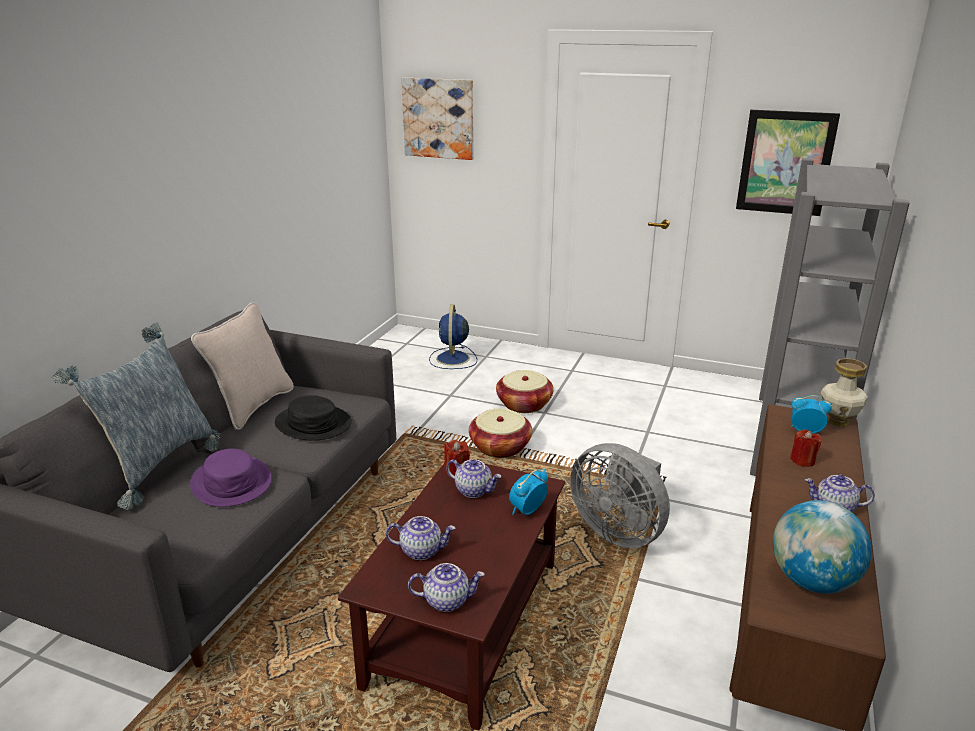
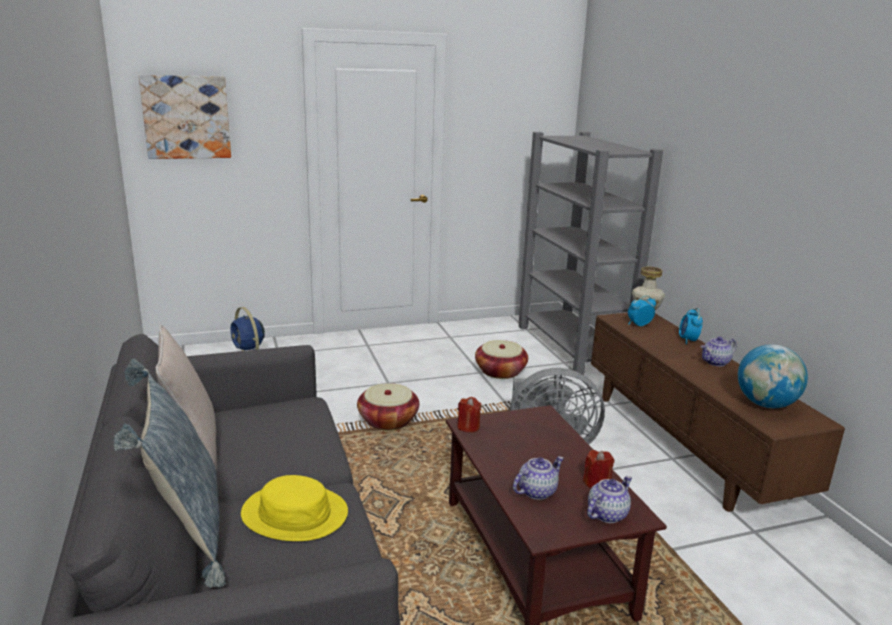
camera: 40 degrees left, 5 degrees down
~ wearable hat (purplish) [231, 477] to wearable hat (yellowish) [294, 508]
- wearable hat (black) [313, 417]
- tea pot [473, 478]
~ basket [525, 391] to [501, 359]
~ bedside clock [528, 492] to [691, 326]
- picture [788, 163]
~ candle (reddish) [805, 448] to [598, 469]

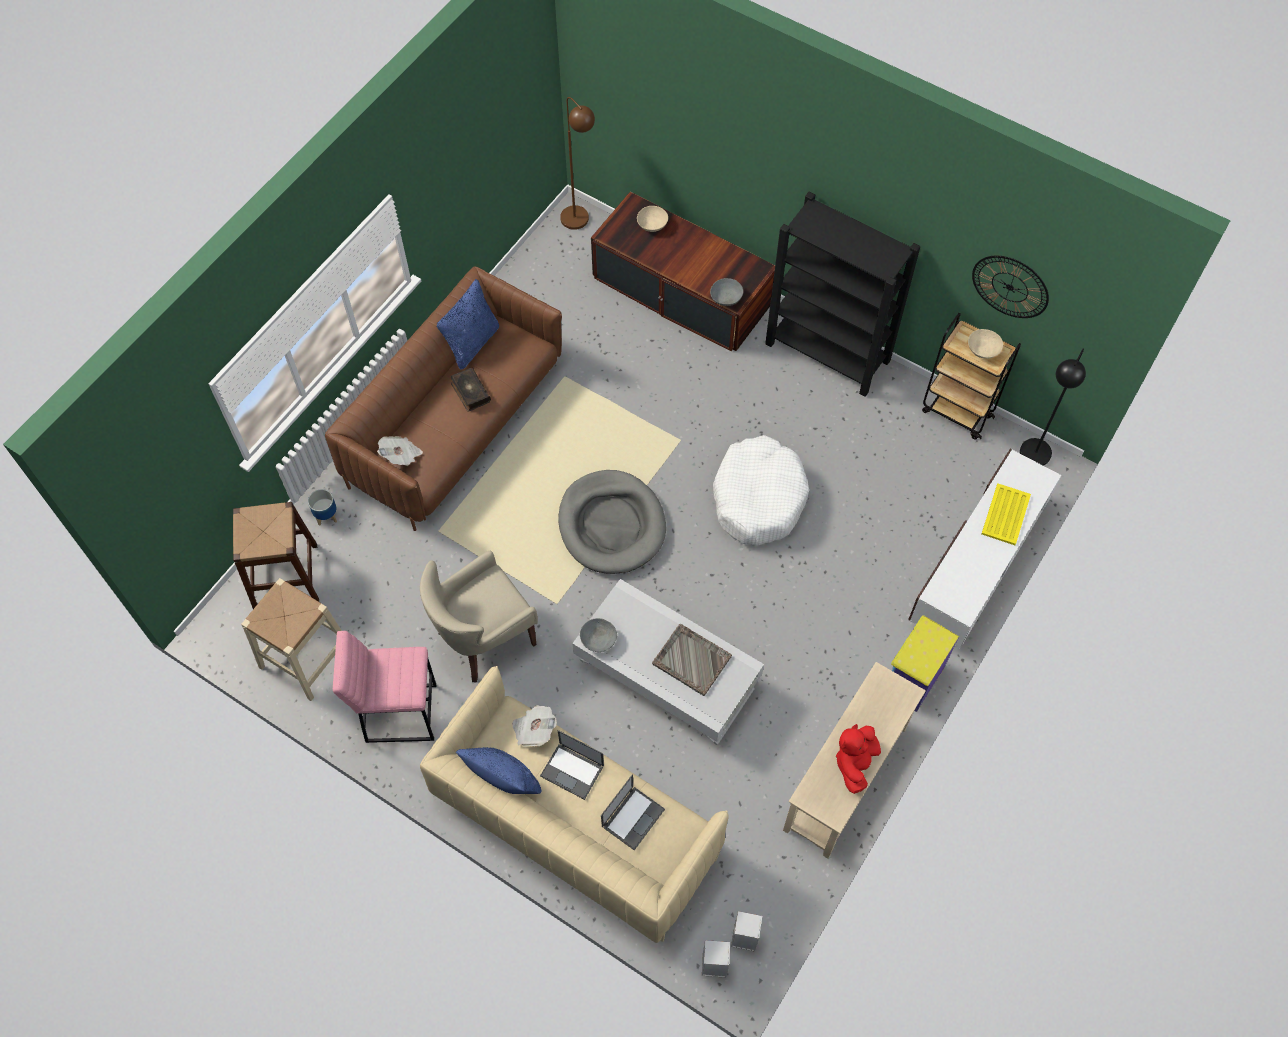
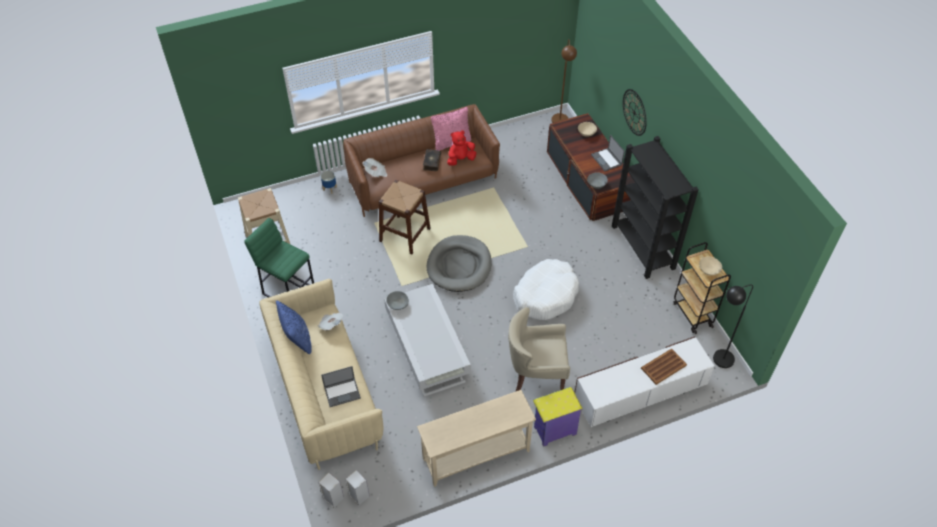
camera: 35 degrees right, 10 degrees down
~ stool seat (brown) [276, 555] to [405, 217]
~ stool seat (pinkish) [384, 686] to stool seat (greenish) [279, 258]
~ lounge chair (sand-coloured) [479, 616] to [539, 349]
~ cushion (blue) [468, 324] to cushion (pinkish) [451, 129]
~ laptop [572, 765] to [608, 153]
- carrying tray (greyish) [692, 660]
~ soft toy (reddish) [858, 759] to [461, 148]
~ hanging clock [1010, 287] to [635, 112]
~ carrying tray (yellowish) [1006, 514] to carrying tray (brown) [664, 366]

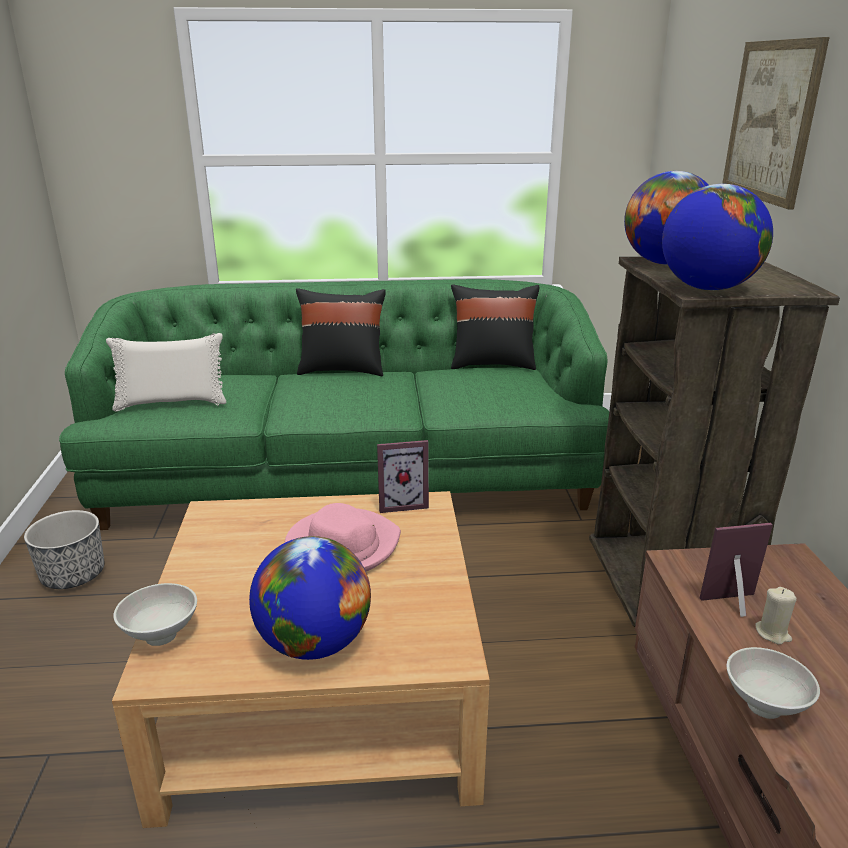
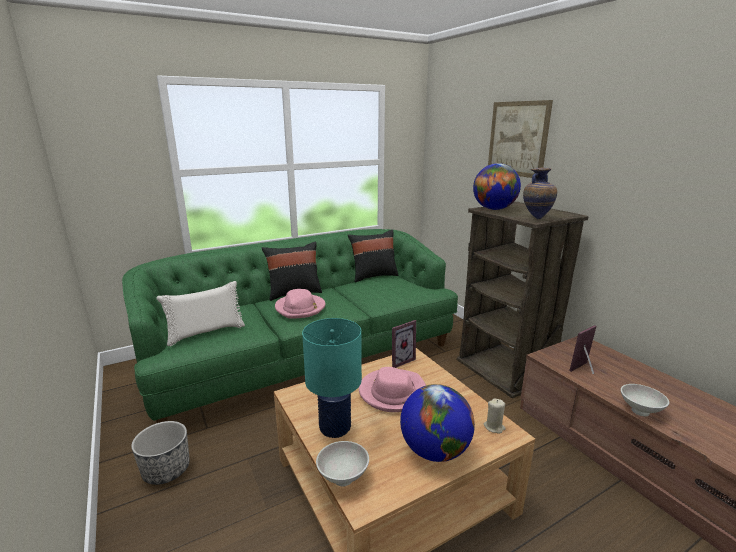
camera: 25 degrees left, 5 degrees down
~ world globe [717, 237] to decorative vase [540, 193]
~ candle (sand-coloured) [776, 616] to [495, 416]
+ wearable hat (pinkish) [300, 304]
+ tabletop lamp (blue-green) [332, 378]

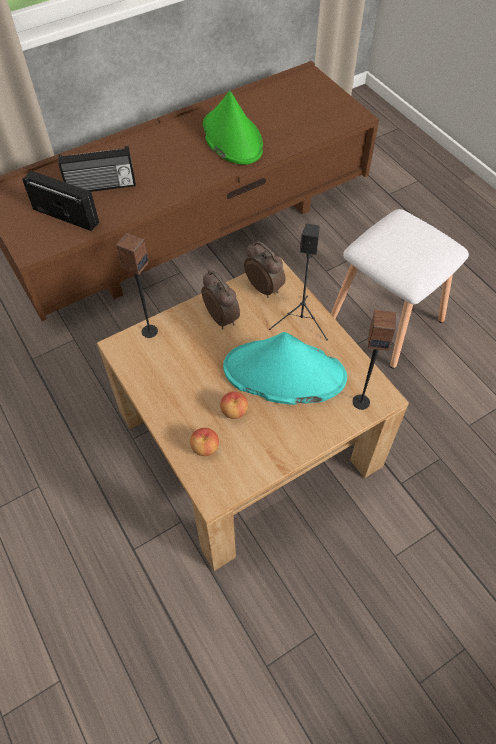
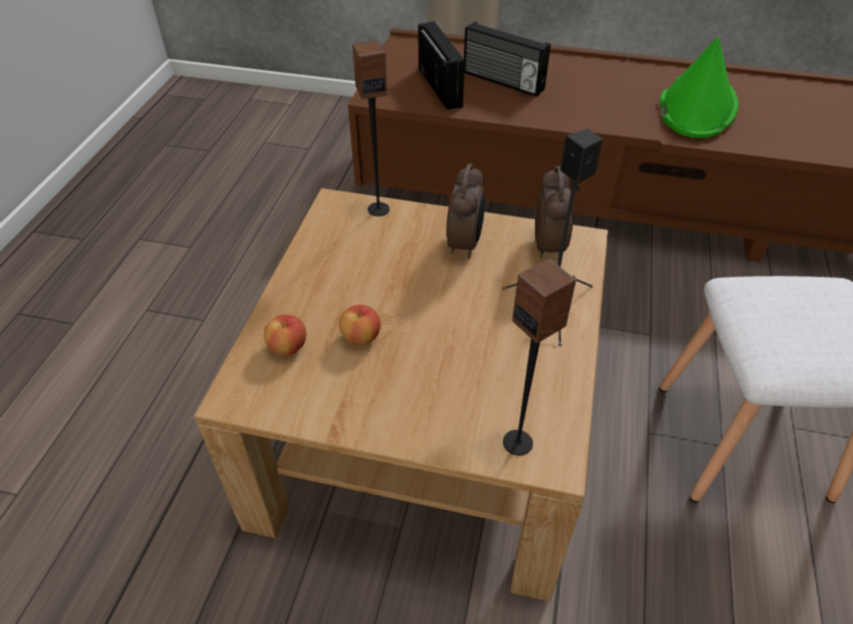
camera: 45 degrees right, 10 degrees down
- wearable hat (blue-green) [285, 368]

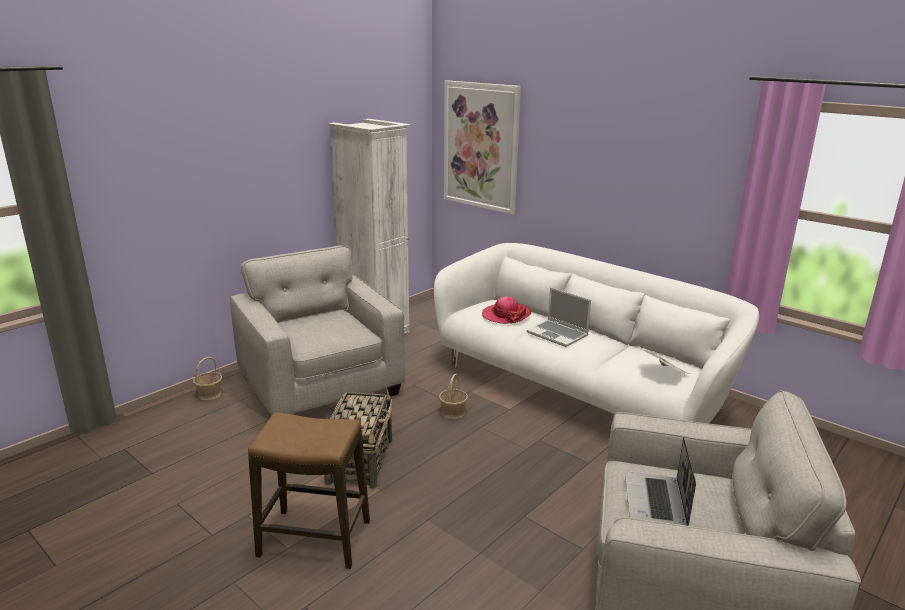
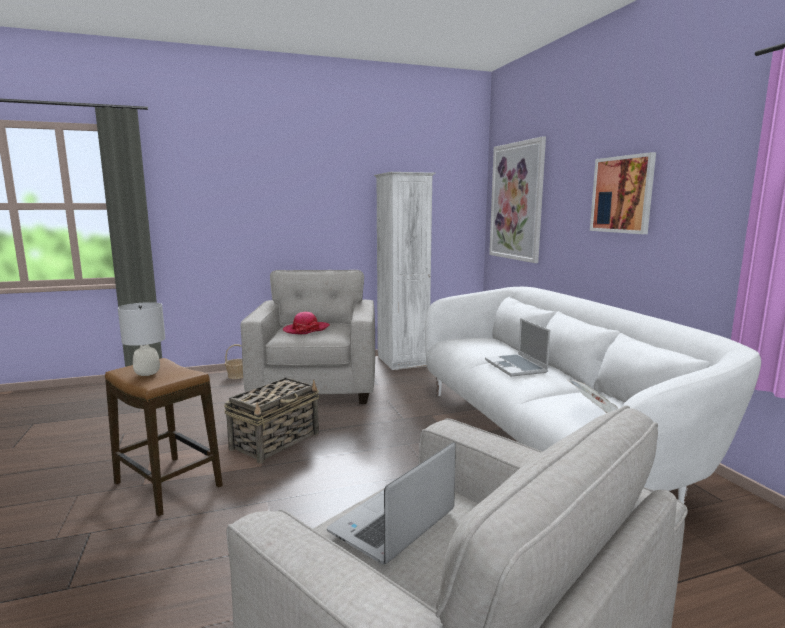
camera: 30 degrees right, 10 degrees down
- basket [453, 396]
~ wearable hat [506, 310] to [306, 323]
+ tabletop lamp (greyish) [141, 339]
+ picture [623, 193]

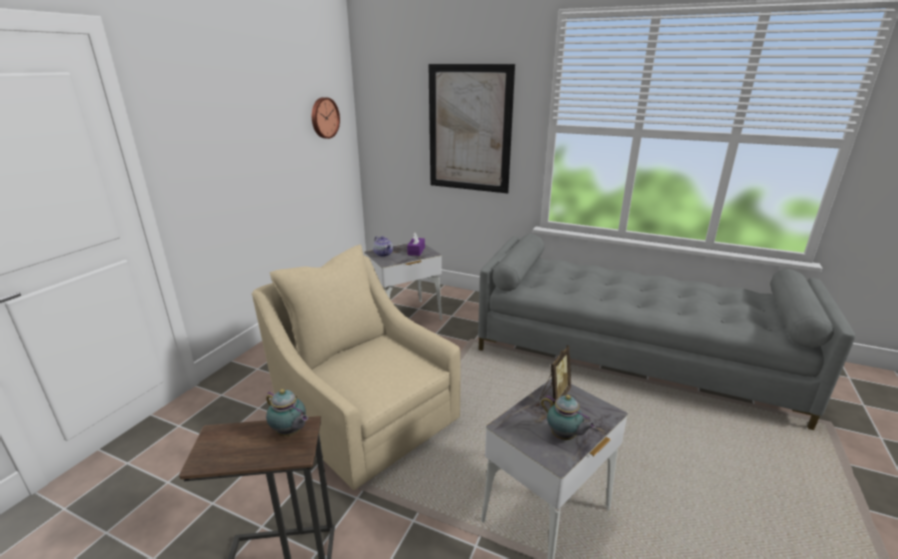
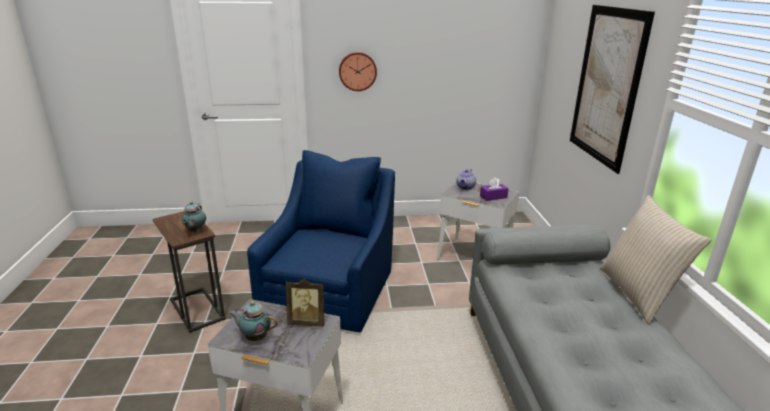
camera: 60 degrees right, 0 degrees up
~ lounge chair (sand-coloured) [356, 367] to lounge chair (blue) [321, 241]
~ hanging clock [326, 118] to [358, 71]
~ tea pot [568, 417] = [253, 321] 90 degrees clockwise
+ cushion (sand-coloured) [656, 260]

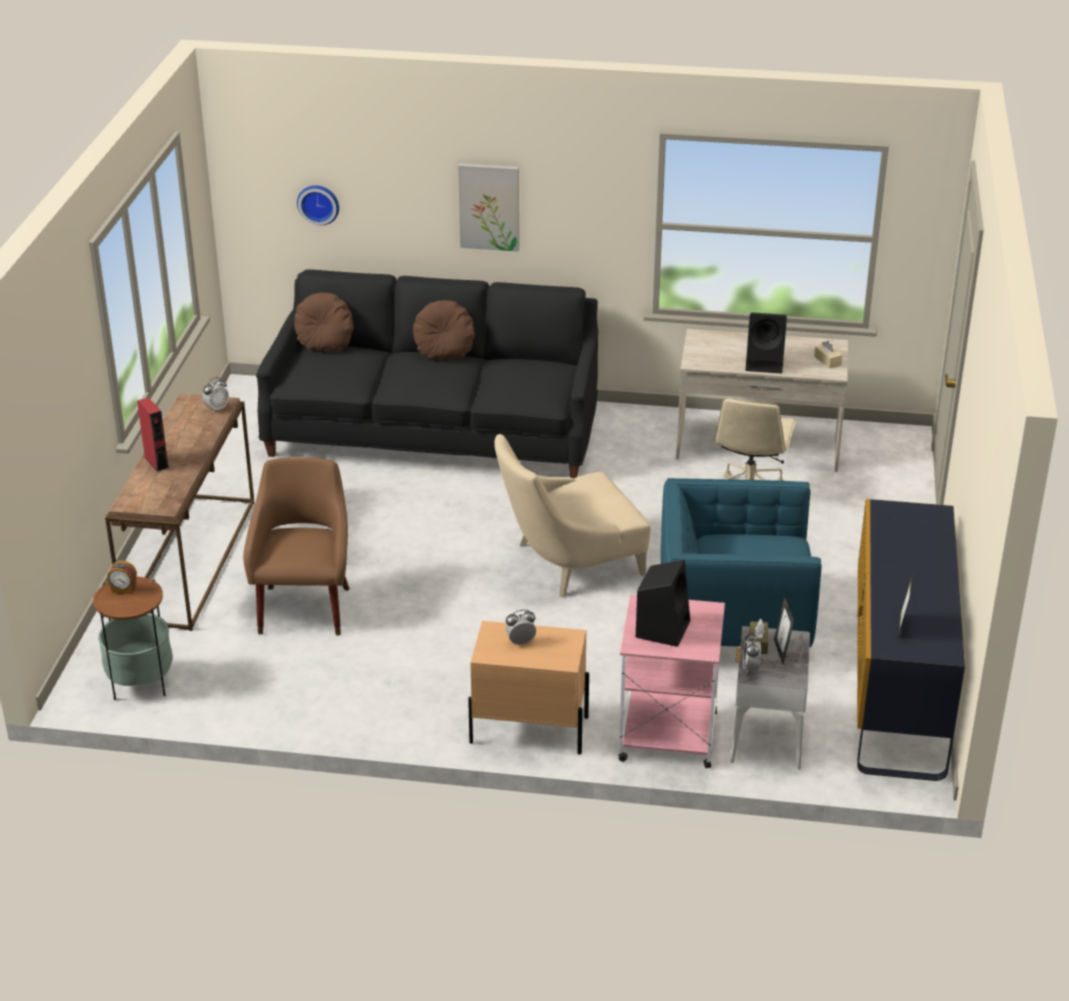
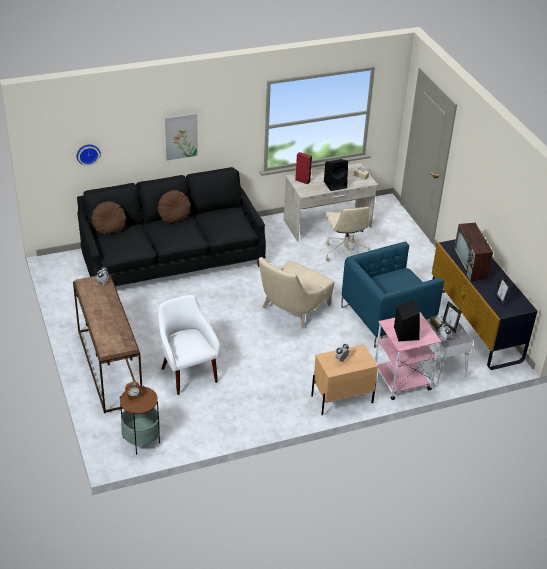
camera: 30 degrees left, 5 degrees up
~ loudspeaker (reddish) [153, 434] to [303, 168]
~ lounge chair (brown) [296, 546] to lounge chair (white-coloured) [189, 345]
+ television [473, 252]

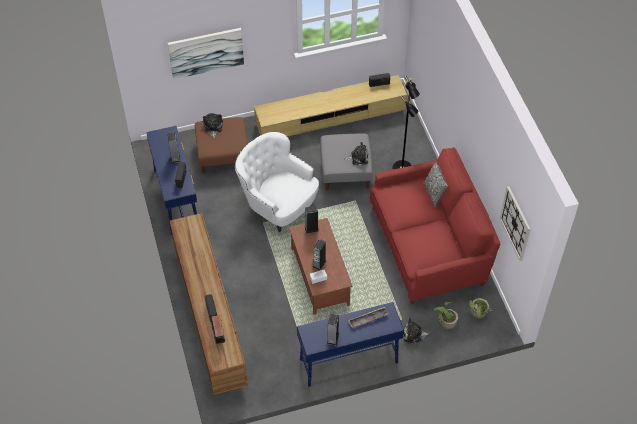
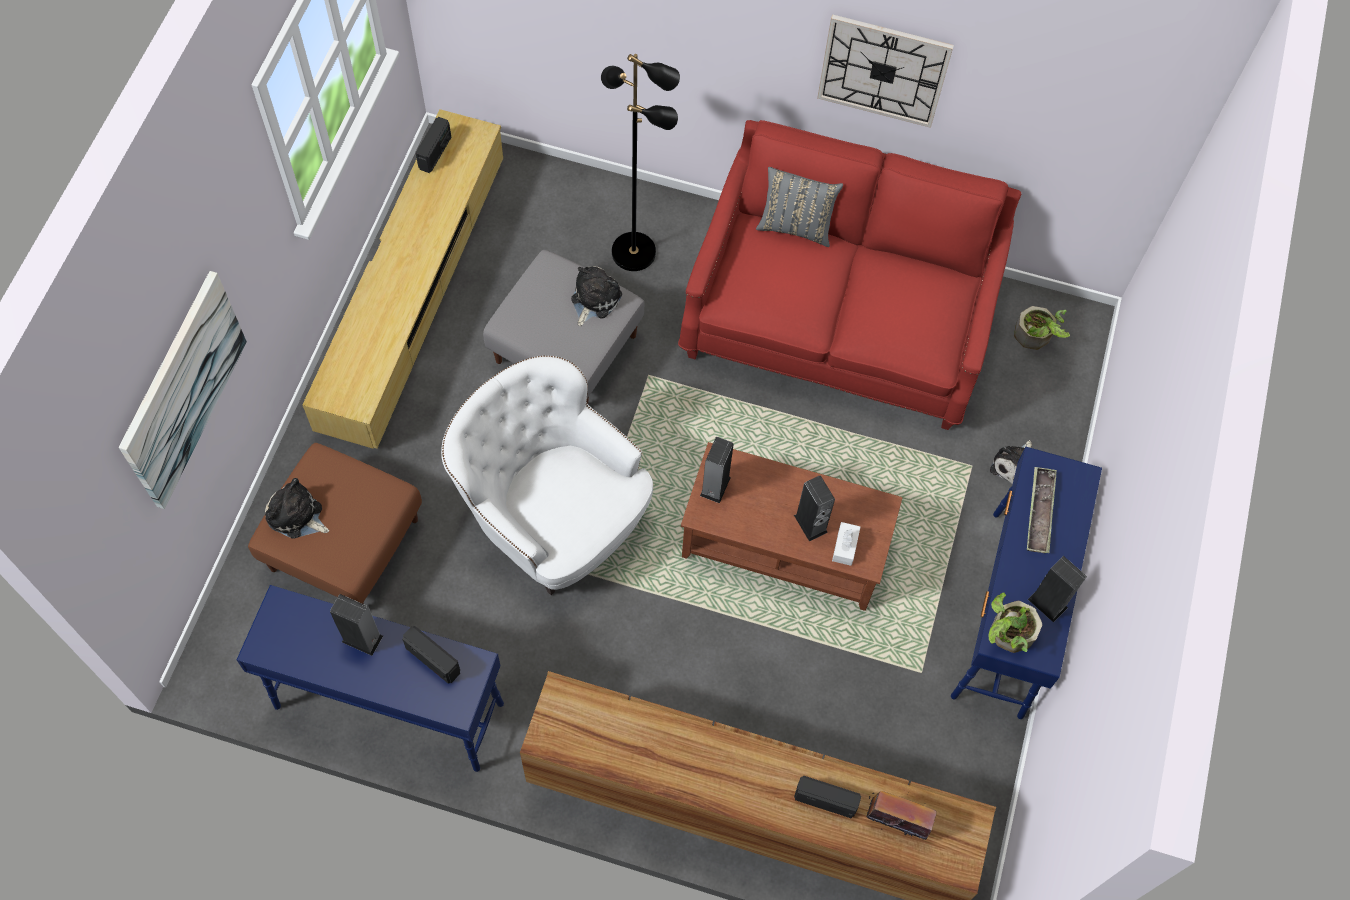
camera: 60 degrees left, 10 degrees up
~ lounge chair (white-coloured) [277, 182] = [547, 475] 60 degrees clockwise
~ plant in a pot [446, 315] to [1015, 622]
~ hanging clock [515, 223] to [885, 71]

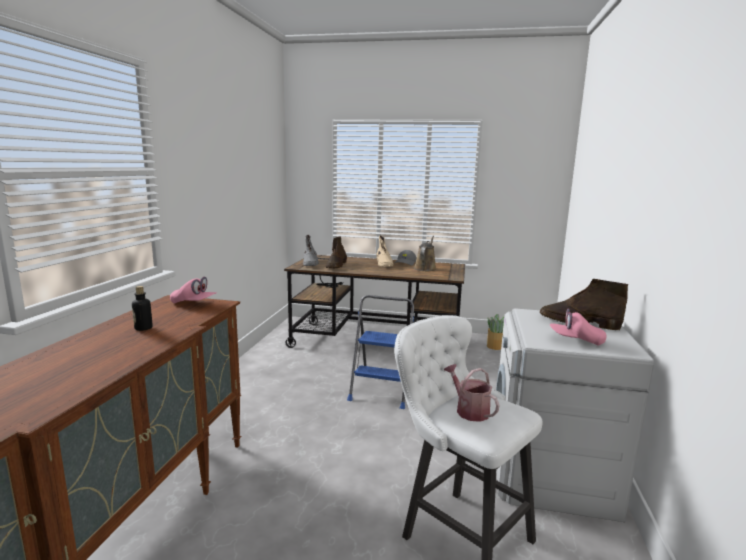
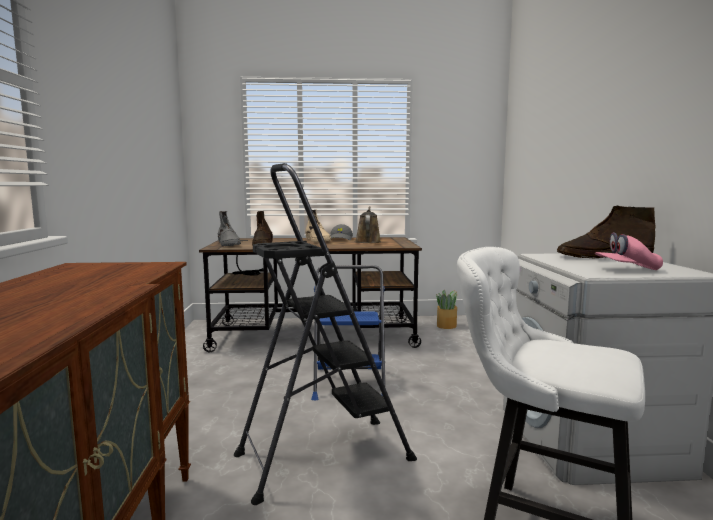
camera: 15 degrees left, 5 degrees down
- bottle [142, 308]
- cap (pinkish) [193, 290]
- watering pot [472, 393]
+ step ladder [325, 334]

